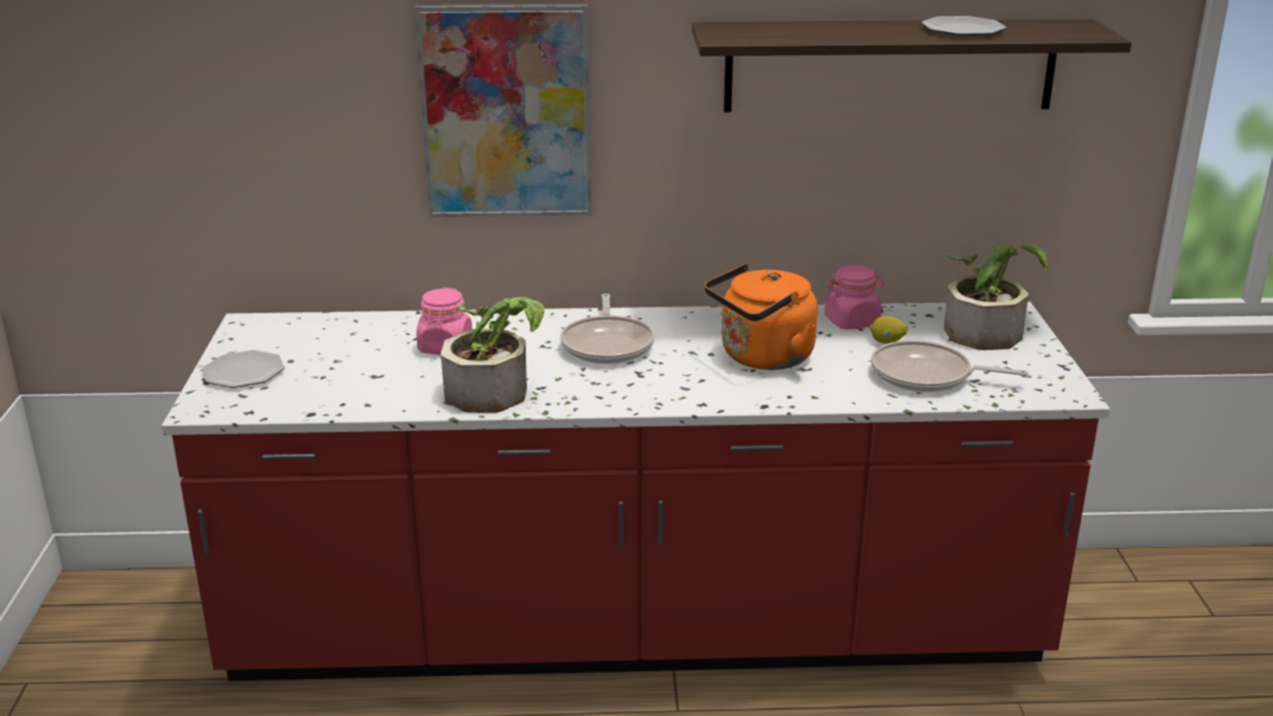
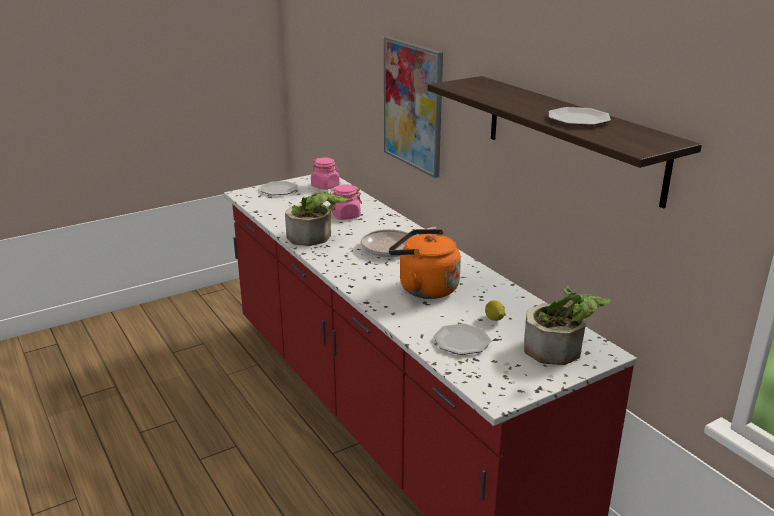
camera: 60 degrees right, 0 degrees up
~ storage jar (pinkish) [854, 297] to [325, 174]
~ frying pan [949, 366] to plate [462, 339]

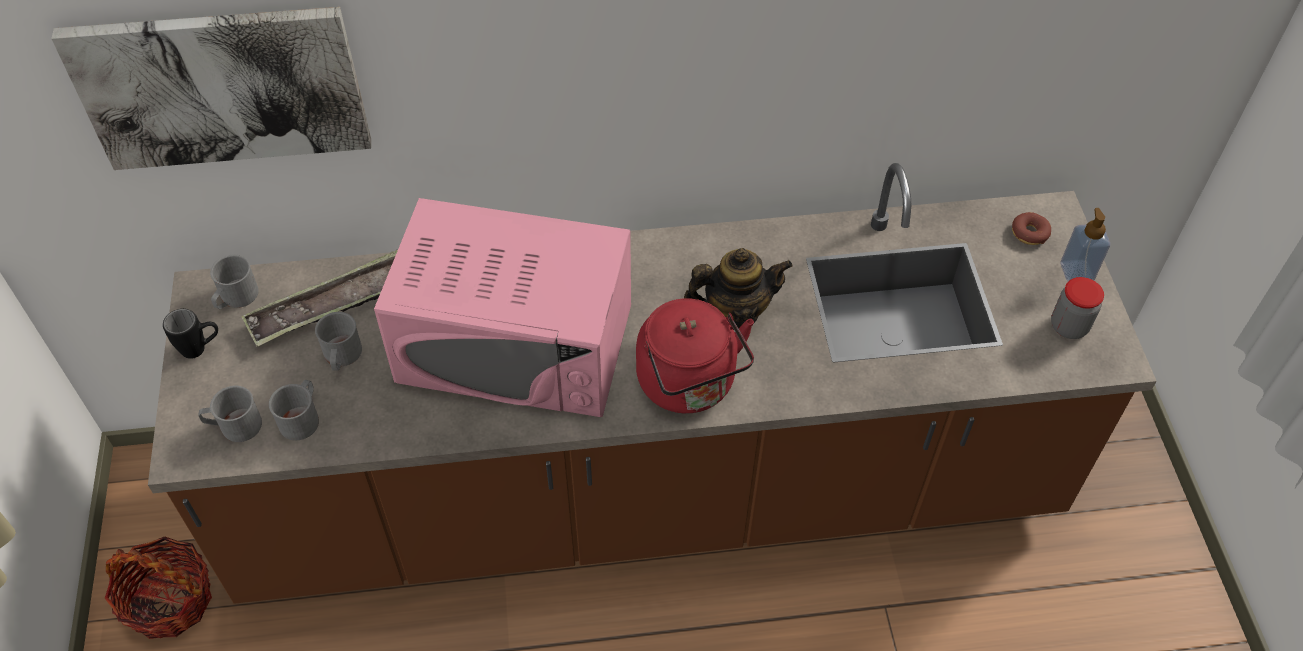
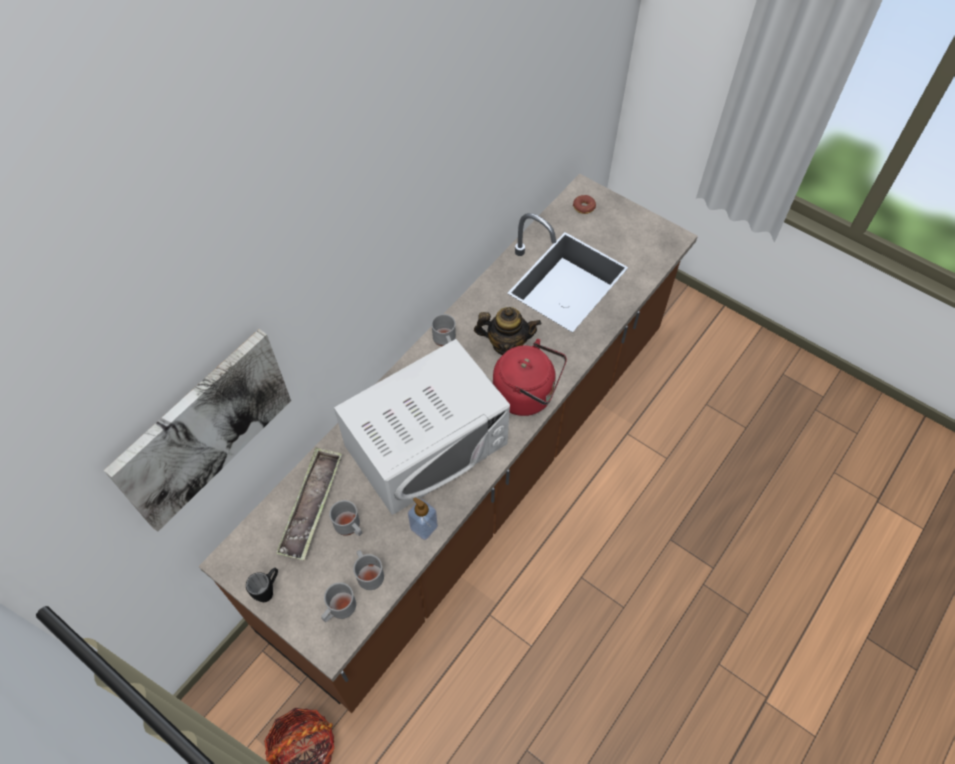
camera: 45 degrees left, 5 degrees up
~ coffee mug (greyish) [234, 282] to [443, 330]
~ microwave oven (pinkish) [502, 307] to microwave oven (white-coloured) [422, 427]
~ tea pot [738, 289] = [507, 331] 60 degrees clockwise
- storage jar [1077, 308]
~ soap bottle [1085, 244] to [423, 519]

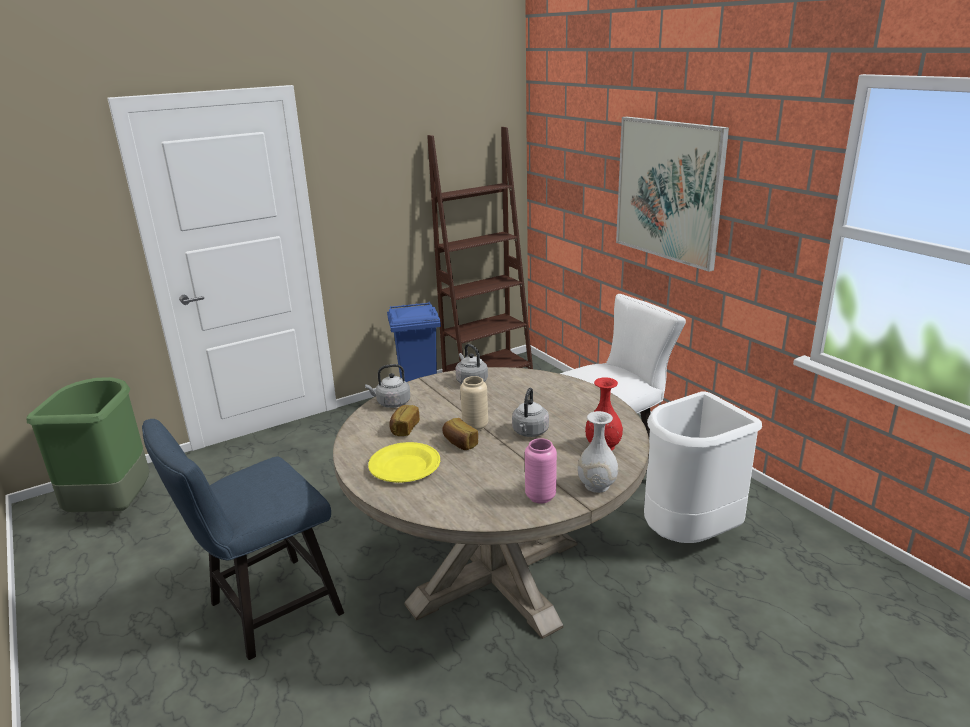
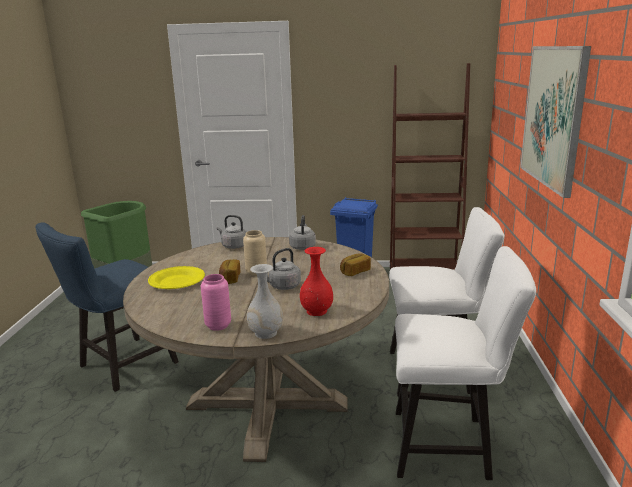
camera: 35 degrees right, 5 degrees down
~ plain chair (blue) [243, 539] = [107, 307] 45 degrees counterclockwise
~ bread [404, 420] to [355, 265]
~ trash can (white-coloured) [703, 467] to plain chair (white-coloured) [465, 363]

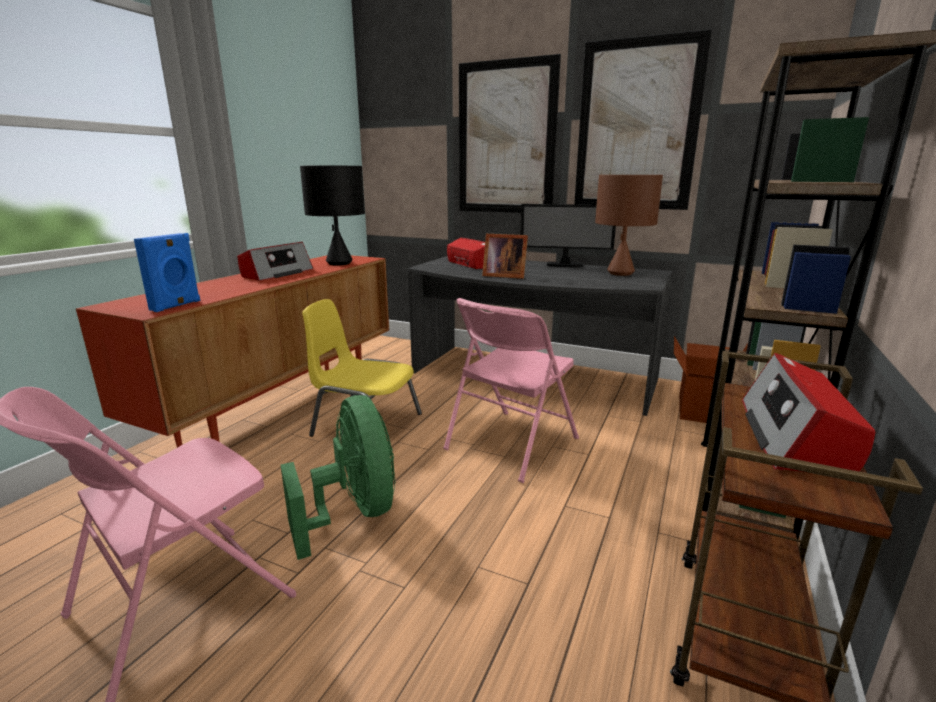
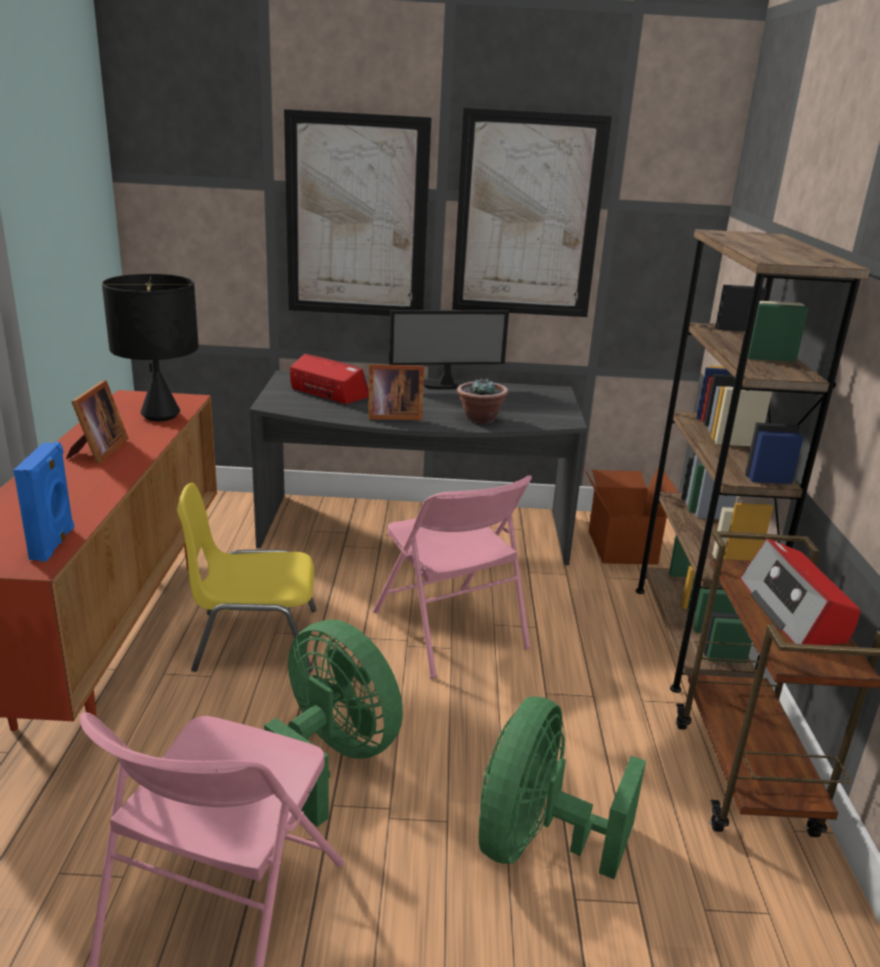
camera: 25 degrees left, 5 degrees up
~ radio [275, 261] to standing frame [97, 422]
~ plain chair (pinkish) [511, 390] = [452, 577] 45 degrees counterclockwise
- tabletop lamp (brown) [629, 225]
+ plant in a pot [482, 400]
+ electric fan (greenish) [562, 787]

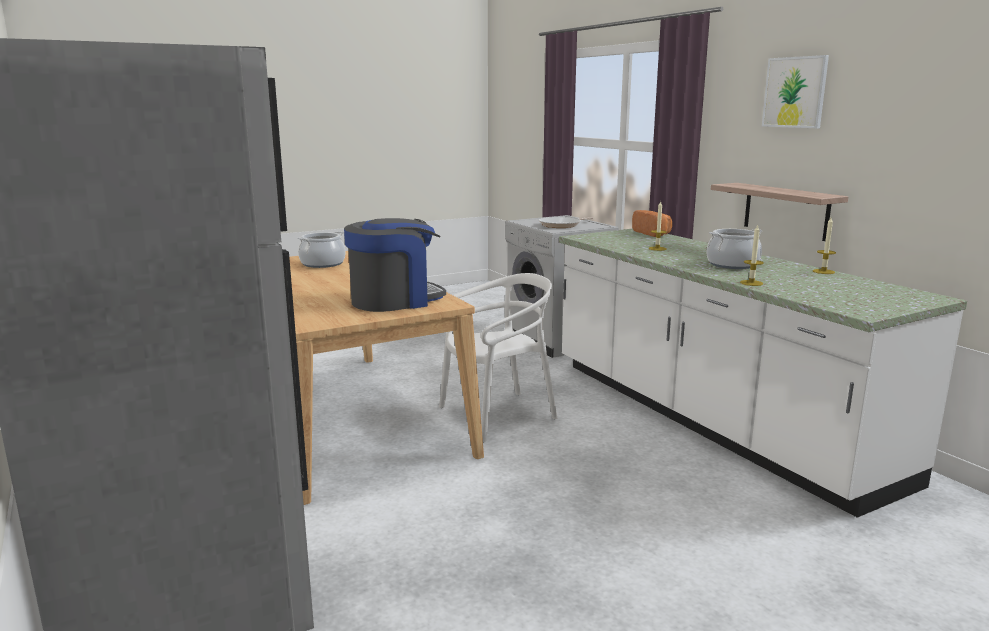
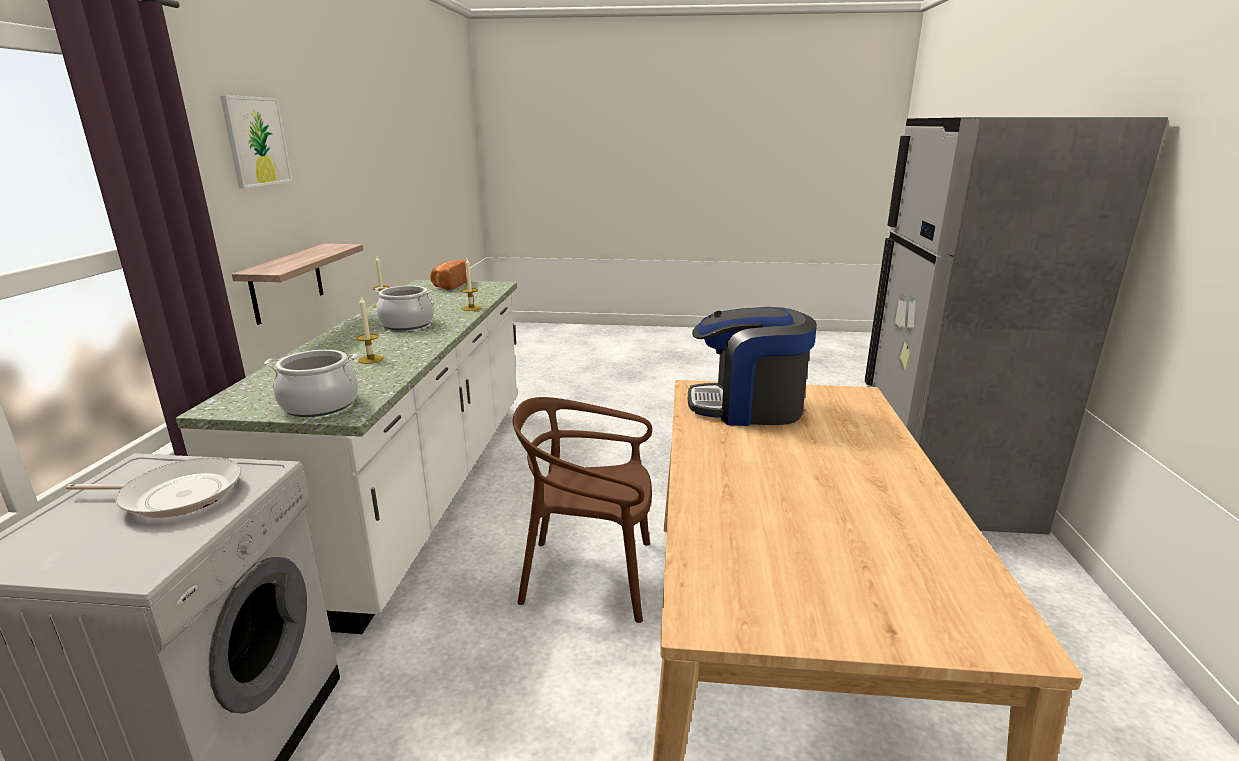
camera: 145 degrees left, 5 degrees up
~ stockpot [321, 249] to [311, 383]
~ plain chair (white-coloured) [498, 358] to plain chair (brown) [582, 510]
~ bread [652, 223] to [448, 275]

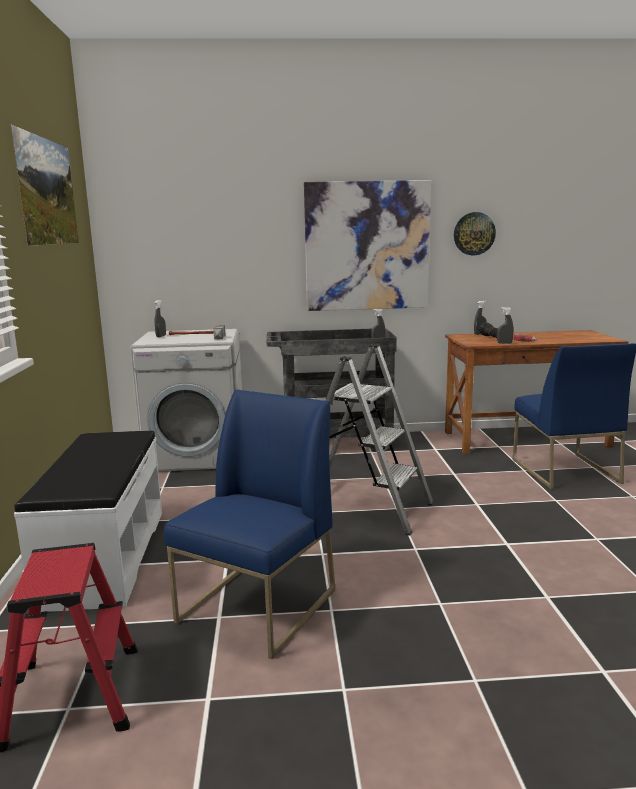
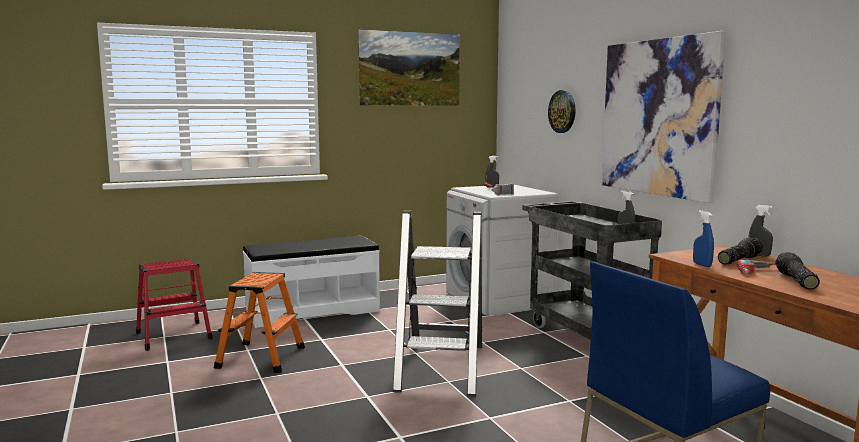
camera: 70 degrees right, 5 degrees down
~ plain chair (blue) [250, 524] to step ladder (orange-coloured) [259, 322]
~ hanging clock [475, 233] to [561, 111]
~ spray bottle (greyish) [505, 325] to spray bottle (blue) [703, 239]
+ hand torch [797, 271]

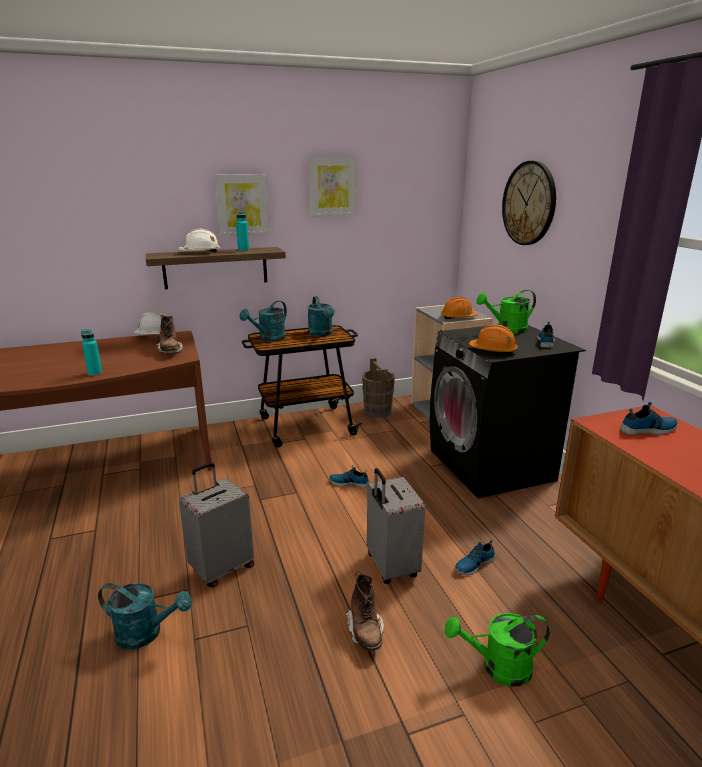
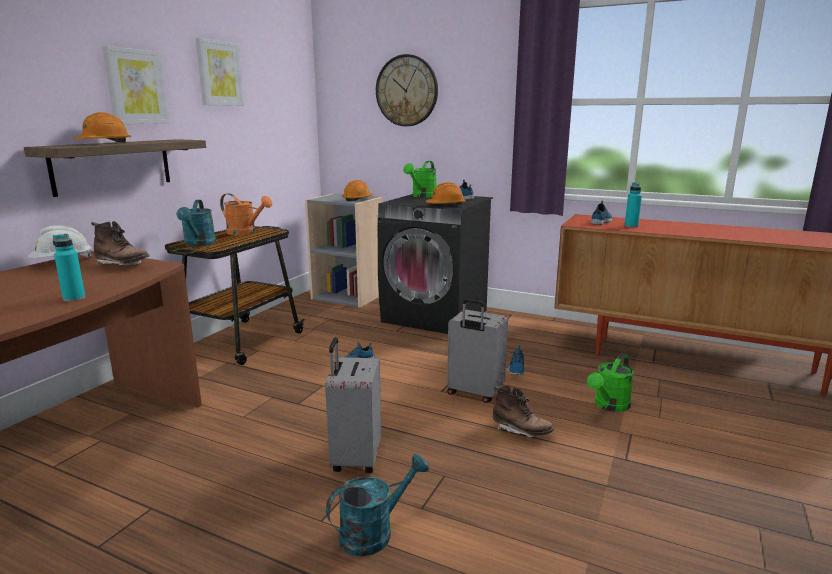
camera: 45 degrees left, 5 degrees down
~ safety helmet (white-coloured) [200, 241] to safety helmet (orange-coloured) [102, 127]
~ bottle (blue-green) [242, 231] to [633, 205]
~ watering pot (blue-green) [321, 316] to watering pot (orange-coloured) [246, 214]
- bucket (brown) [378, 387]

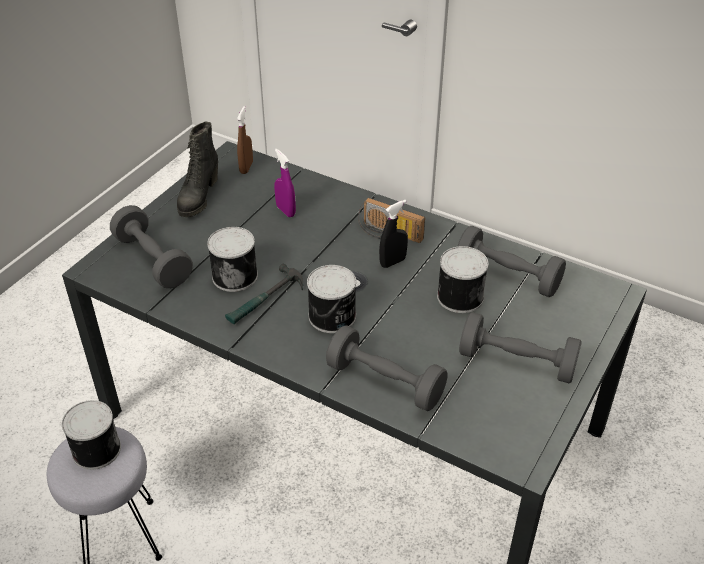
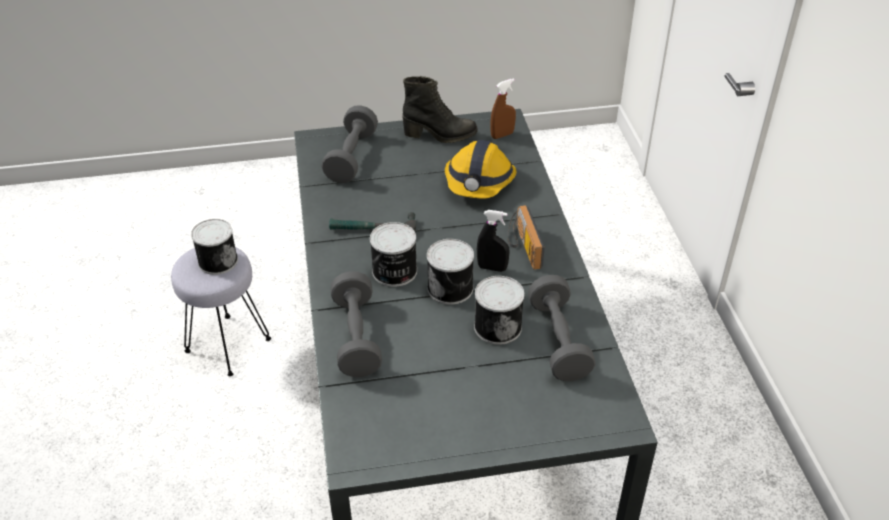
camera: 50 degrees right, 0 degrees up
~ boot (black) [197, 169] = [440, 109] 150 degrees counterclockwise
~ can [232, 259] to [450, 272]
~ spray bottle (purplish) [285, 183] to safety helmet [481, 169]
- free weight (greyish) [520, 347]

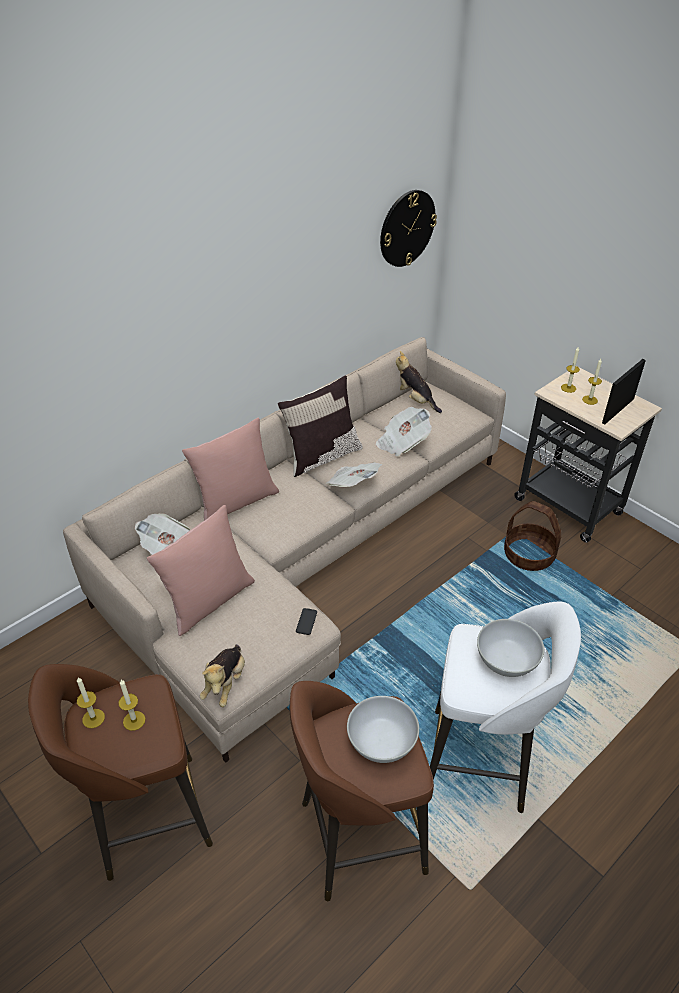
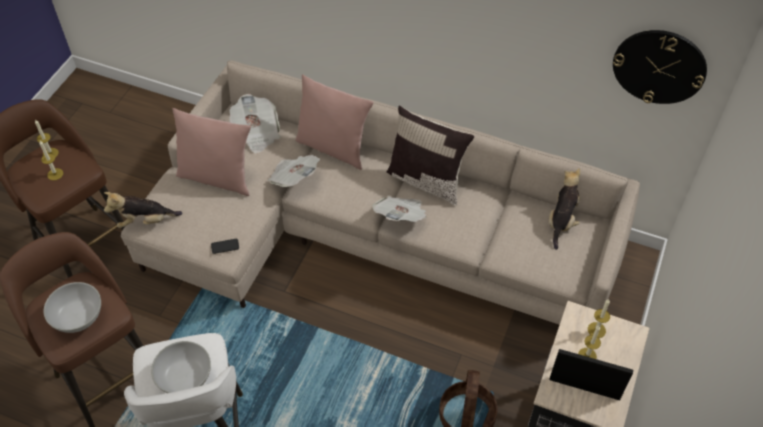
camera: 65 degrees right, 10 degrees up
~ printed paper [404, 431] to [293, 171]

